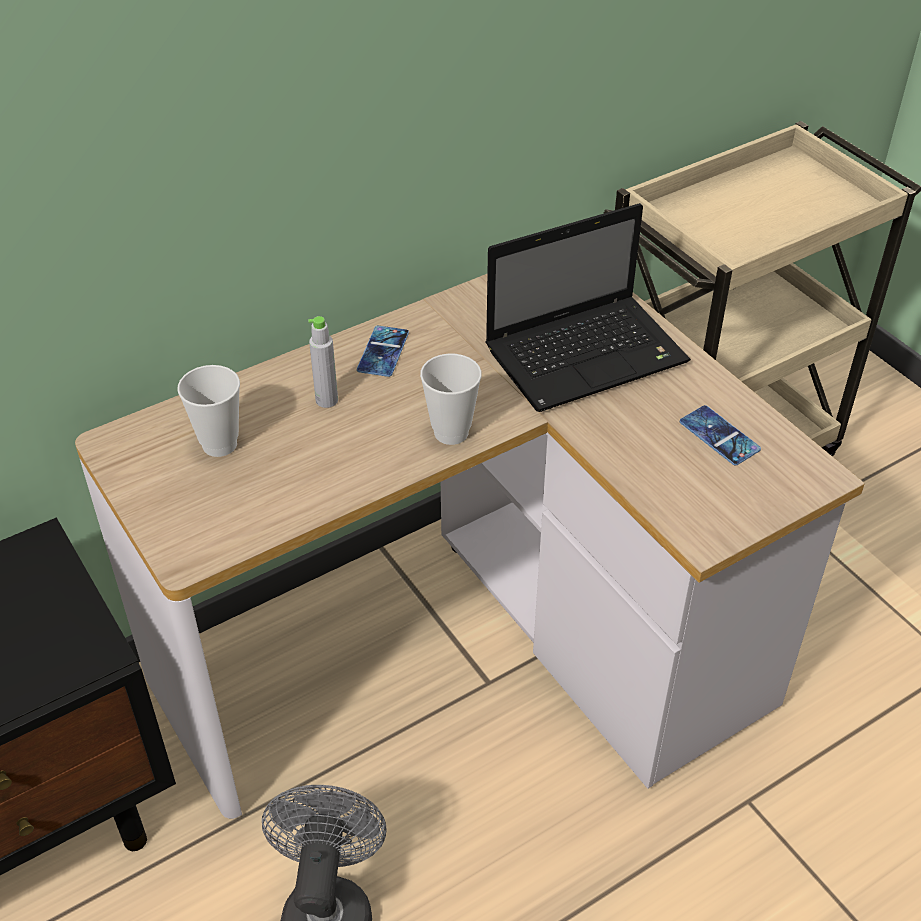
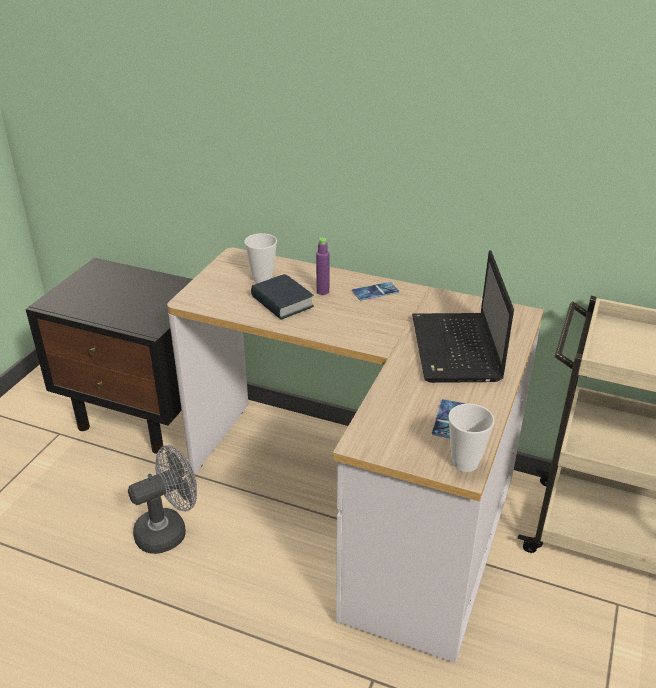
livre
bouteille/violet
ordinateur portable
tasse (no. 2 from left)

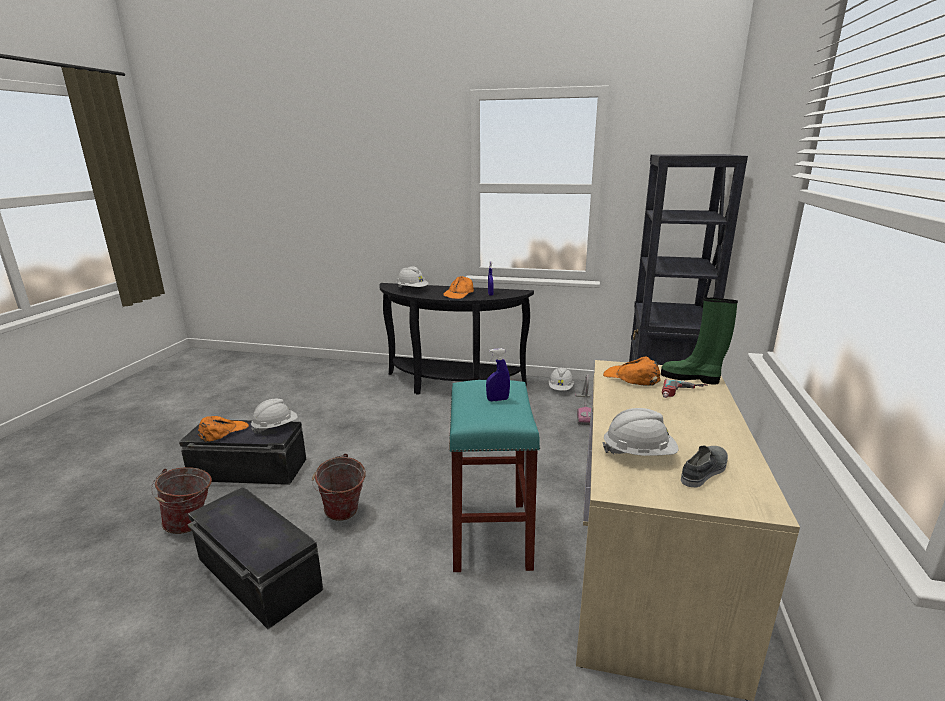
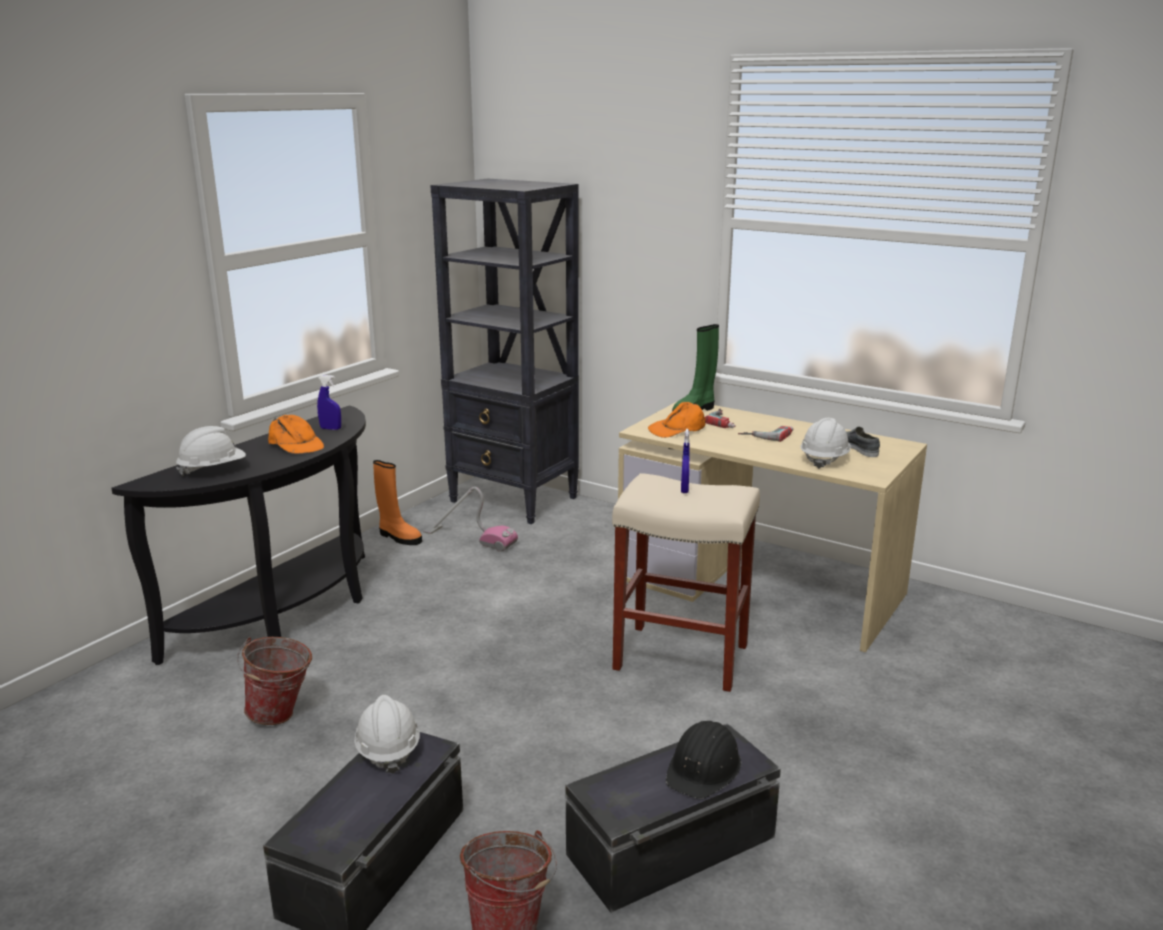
seau (no. 1 from left)
botte/orange
tabouret/beige
casque de chantier/noir
perceuse (no. 2 from left)
casquette/orange (no. 1 from left in the first image)

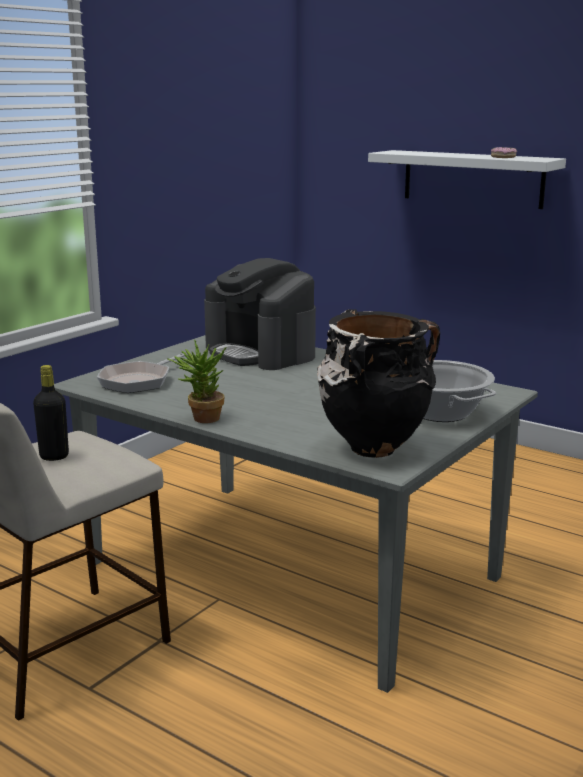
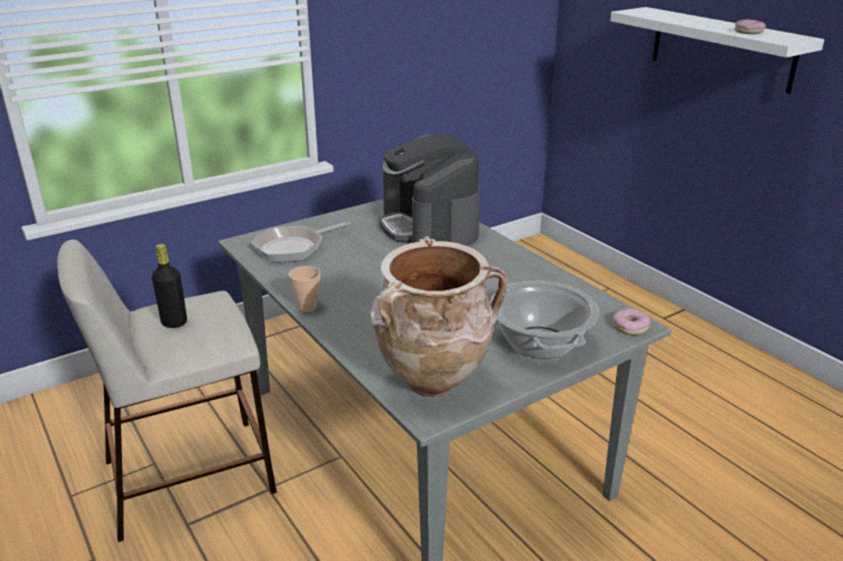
tasse
vase/beige
beignet (no. 1 from left)

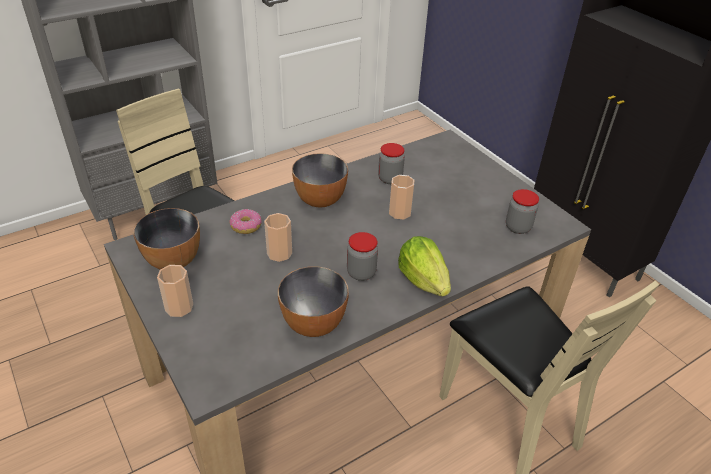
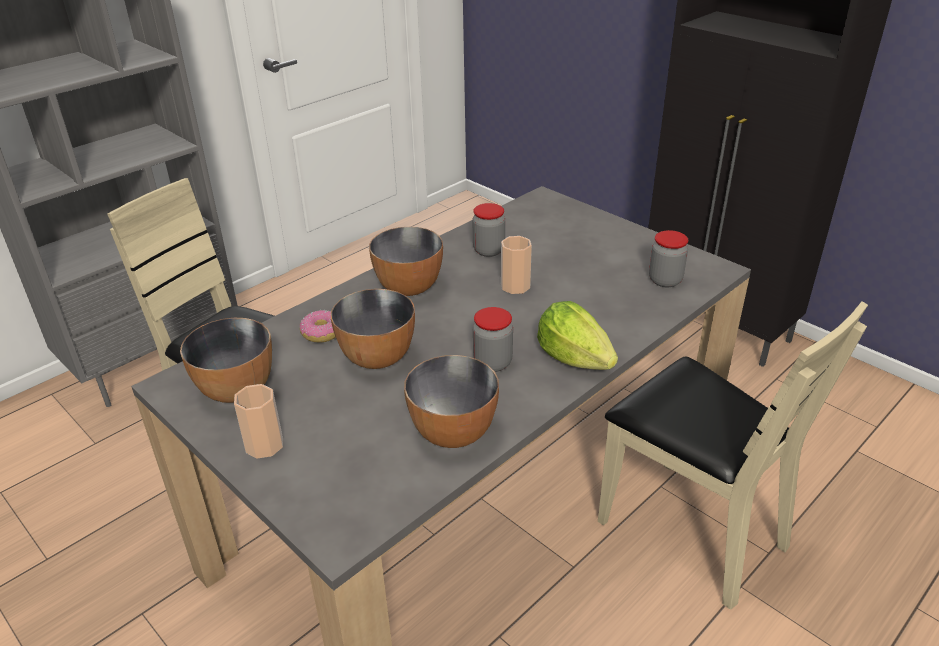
bol (no. 2 from left)

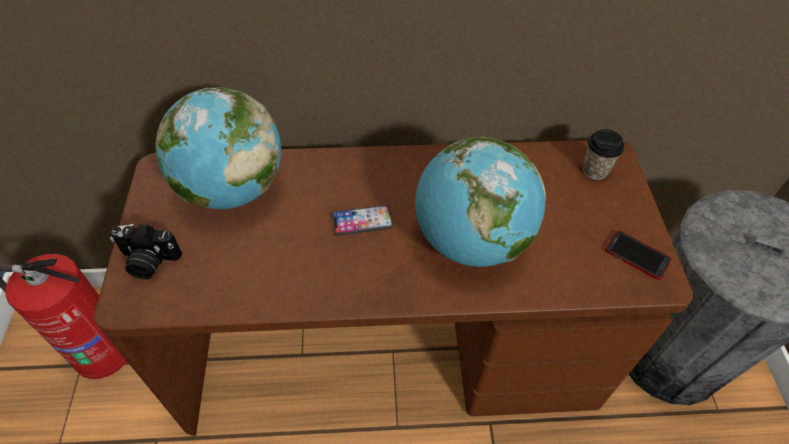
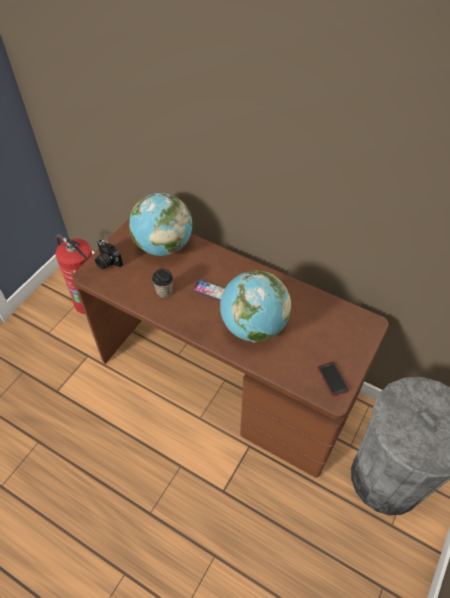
tasse

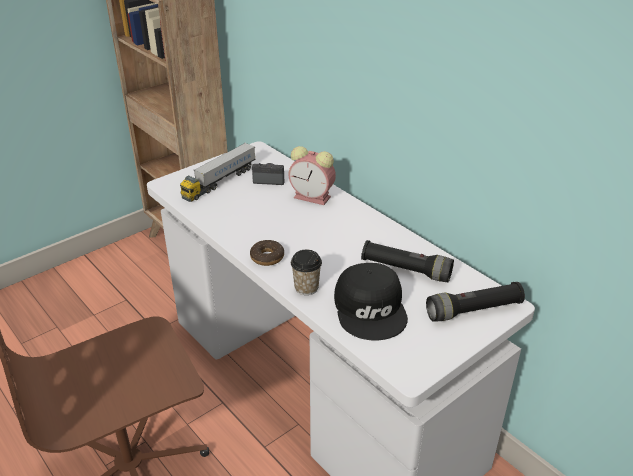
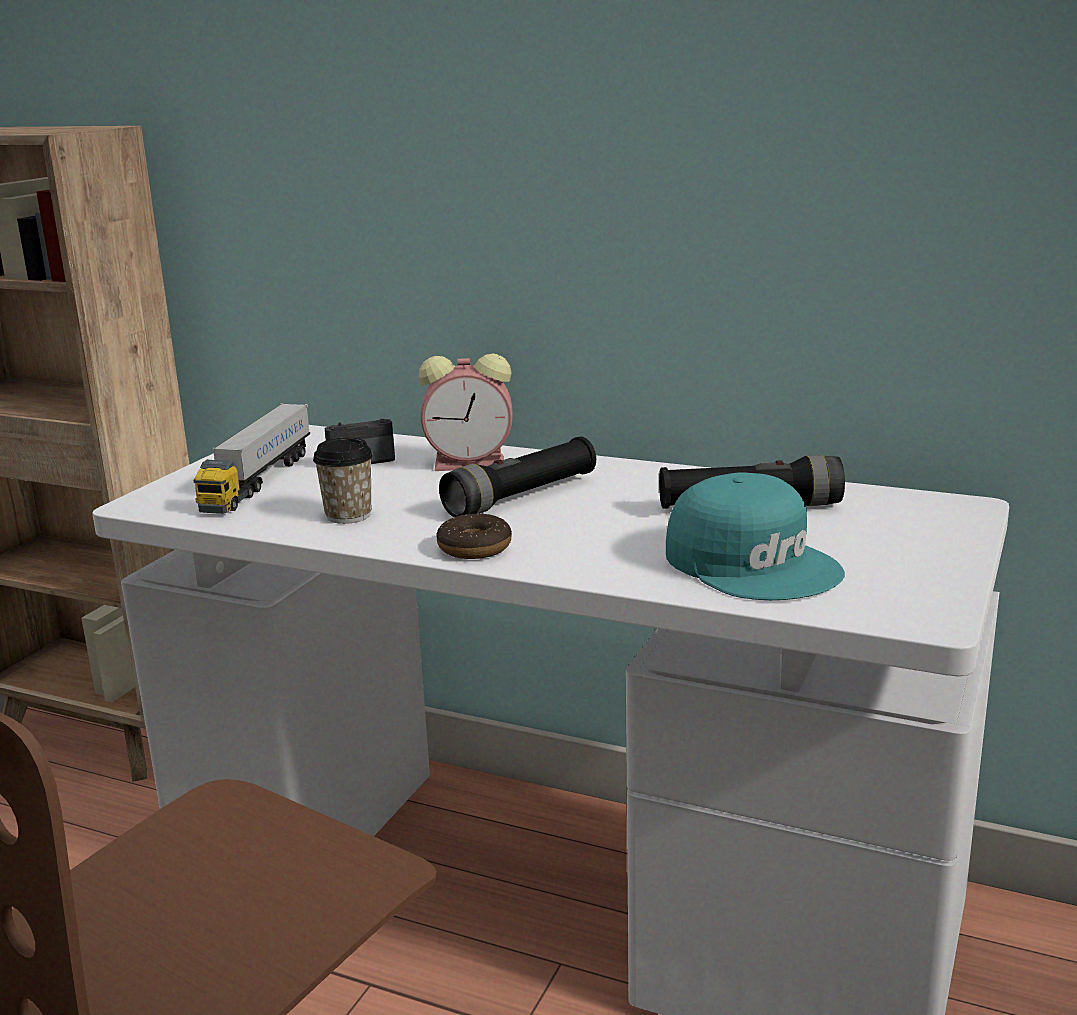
tasse
lampe de poche/noir (no. 1 from left)
casquette/turquoise

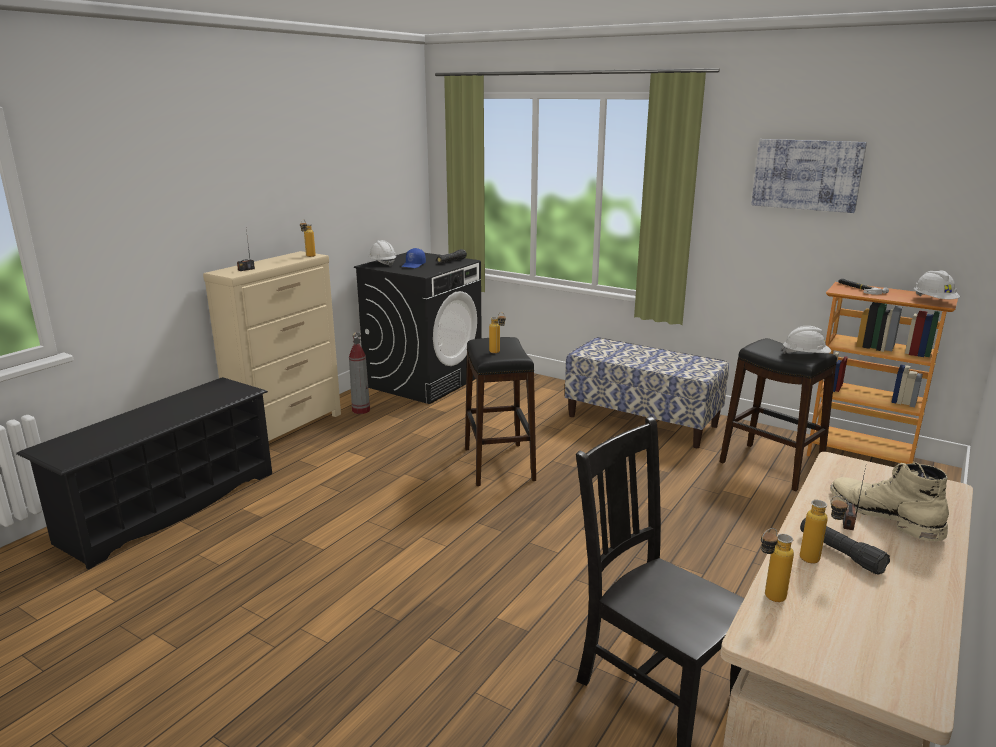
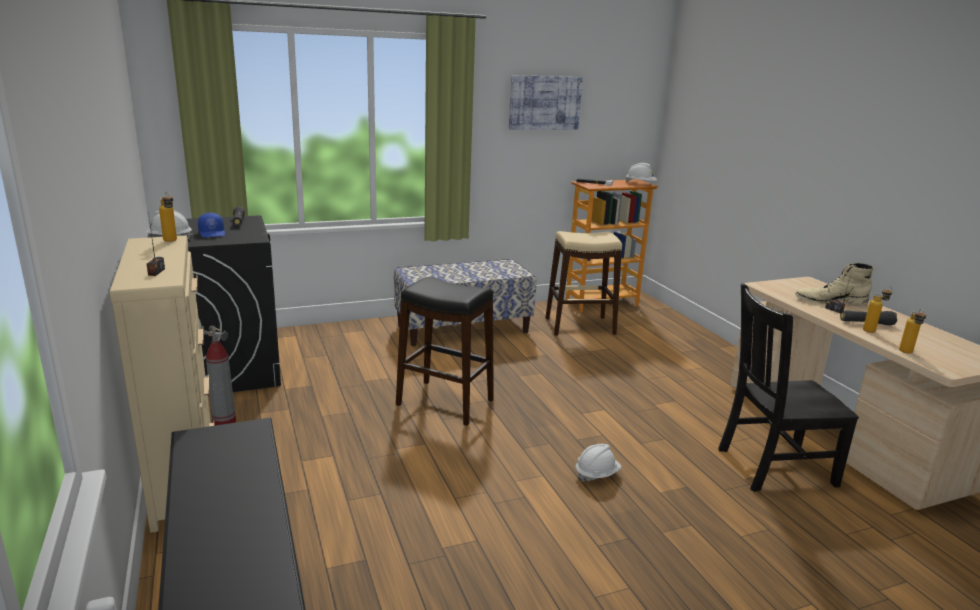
tabouret/beige
casque de chantier/blanc (no. 2 from left)
bouteille (no. 2 from left in the first image)

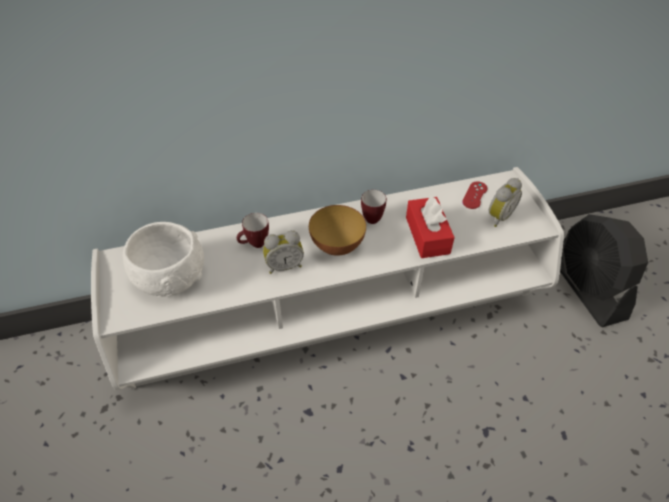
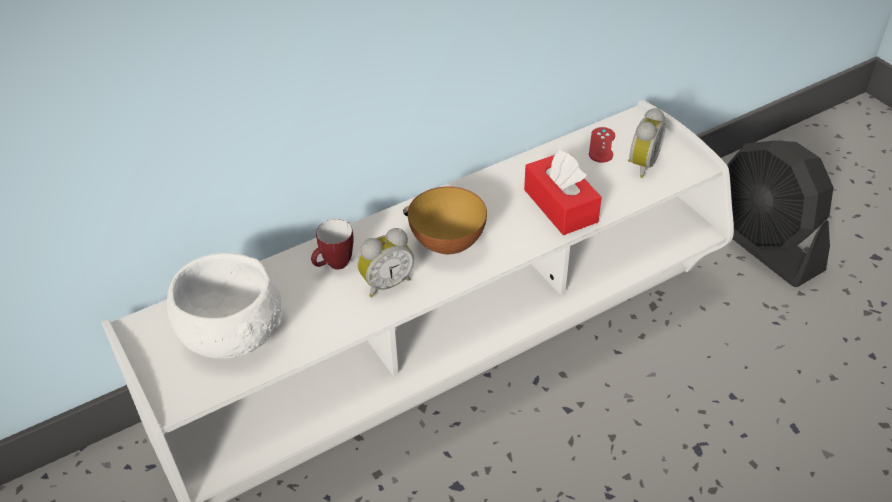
mug (no. 2 from left in the first image)

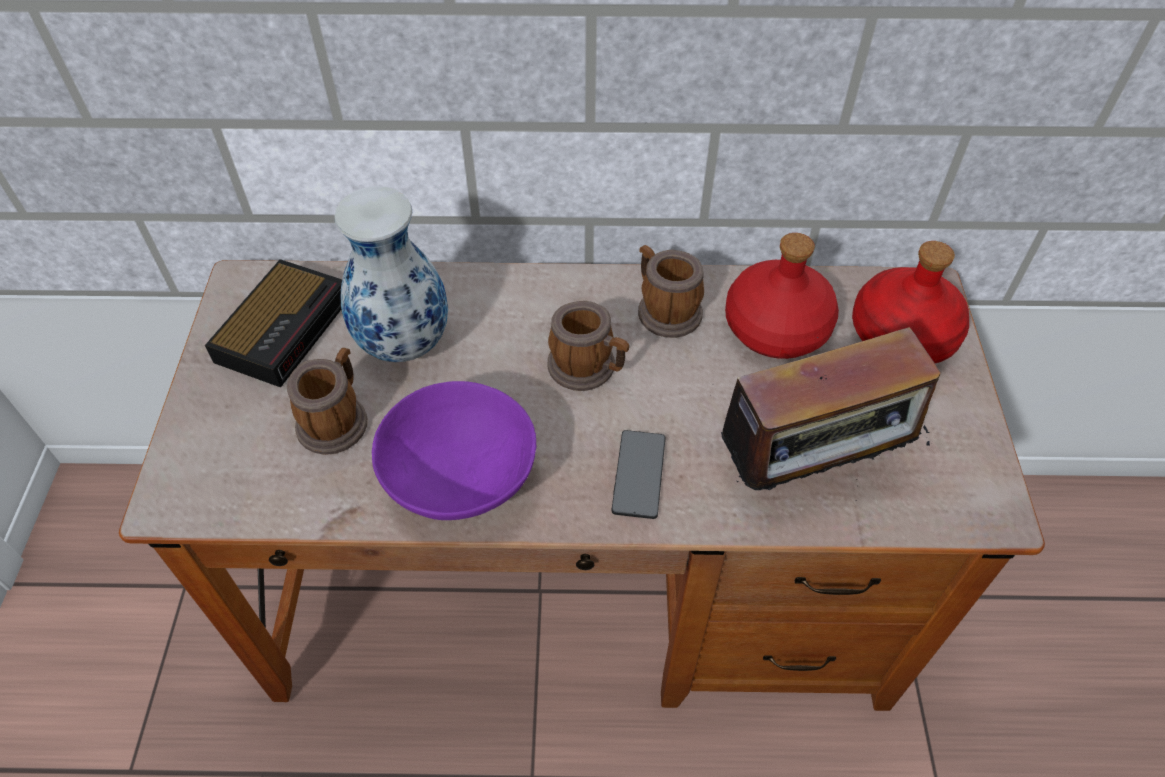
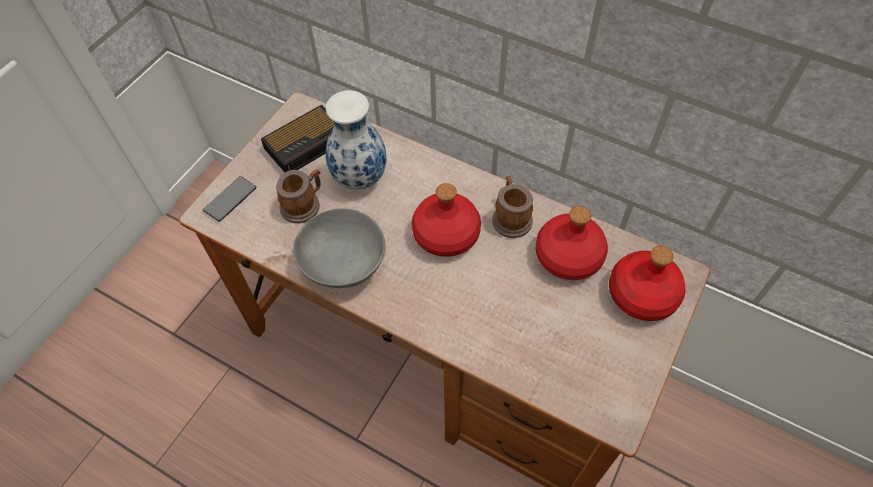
téléphone
bol/gris
bouteille/rouge (no. 1 from left)
radio

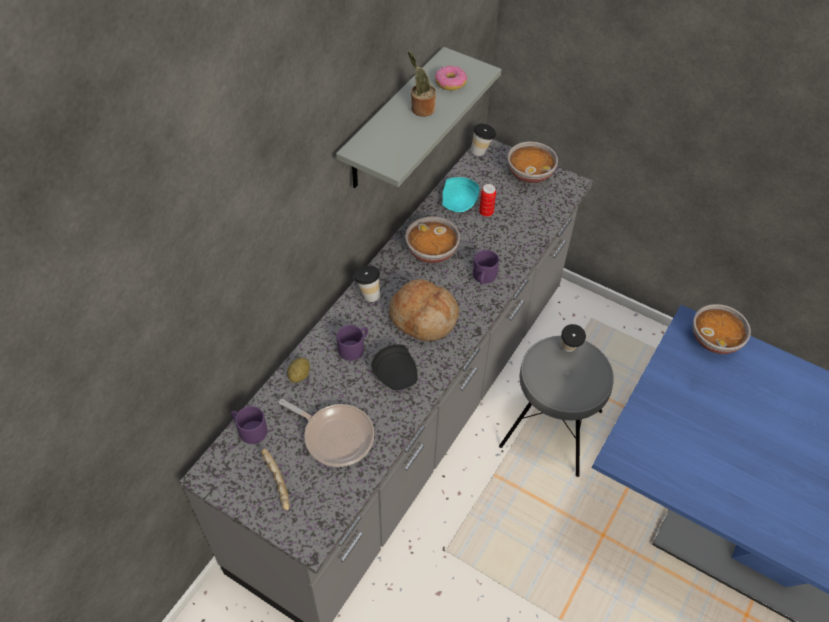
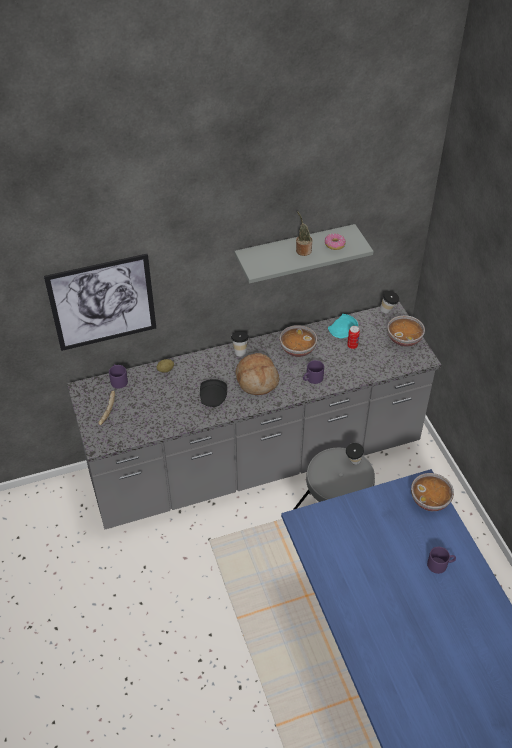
tableau
mug/violet (no. 3 from left)
poêle

